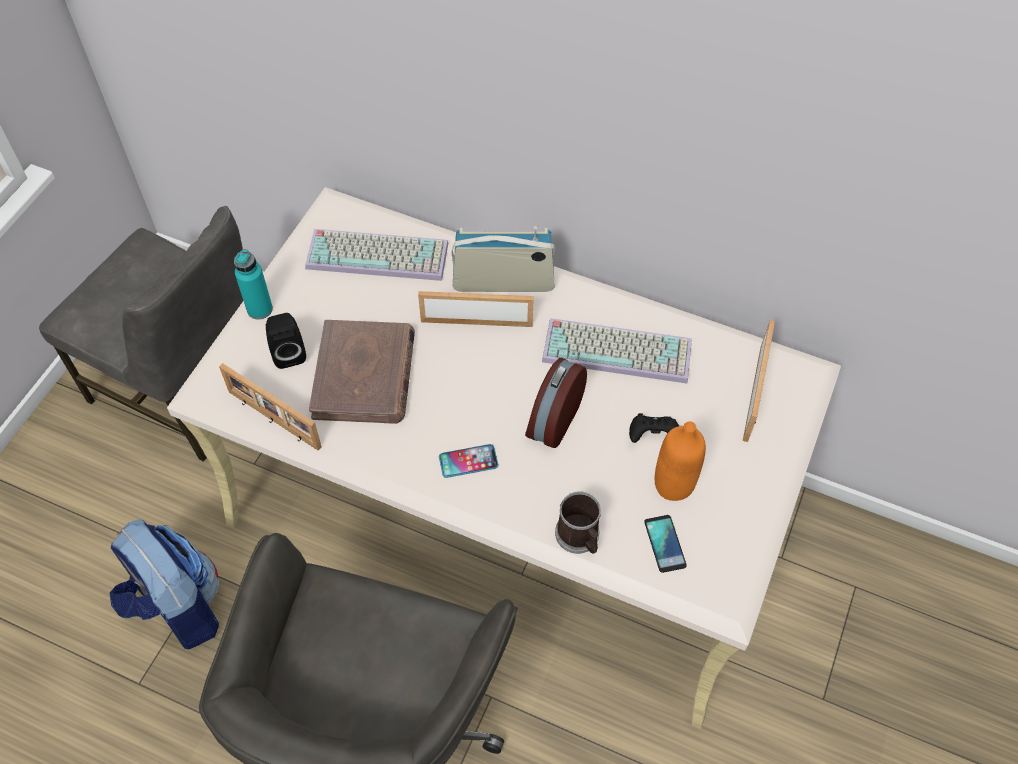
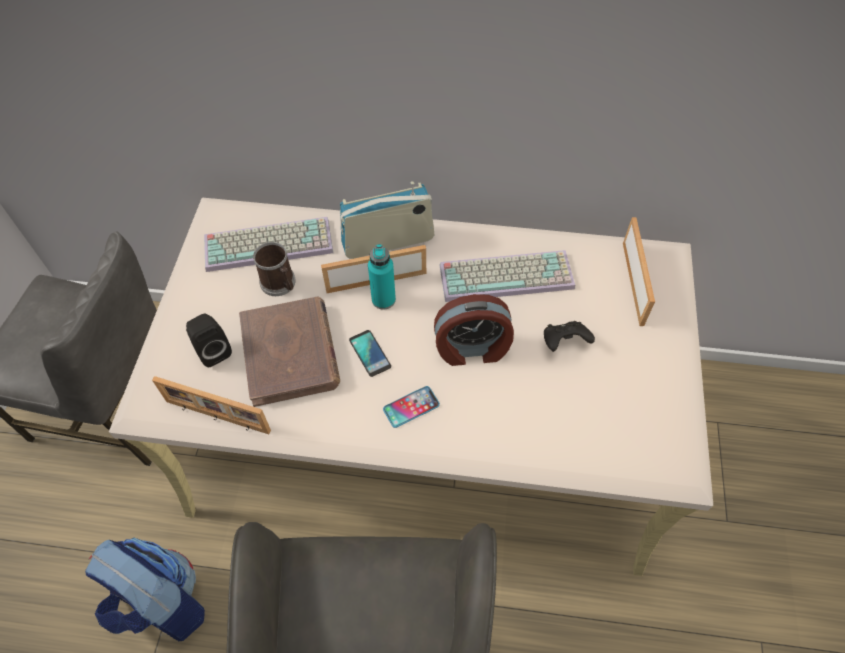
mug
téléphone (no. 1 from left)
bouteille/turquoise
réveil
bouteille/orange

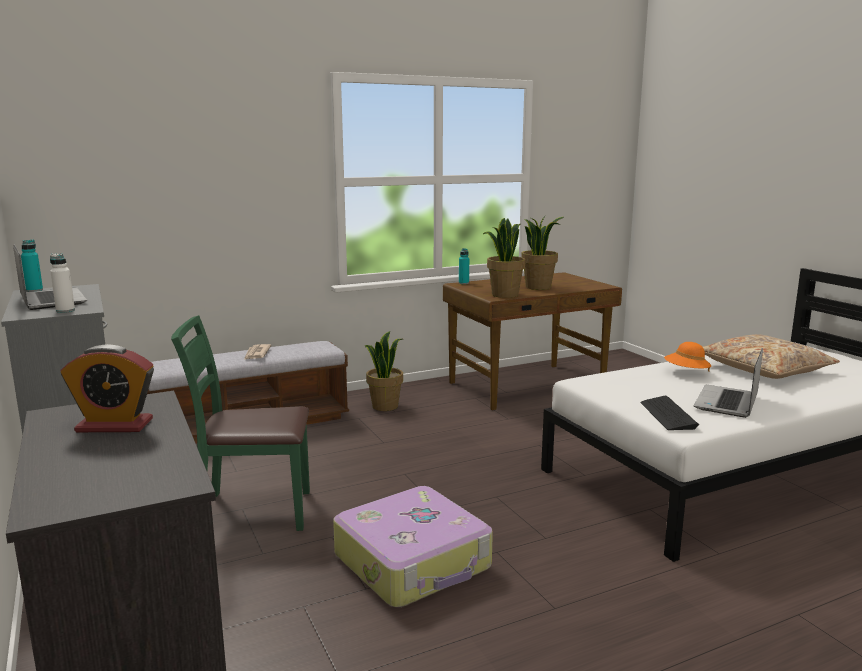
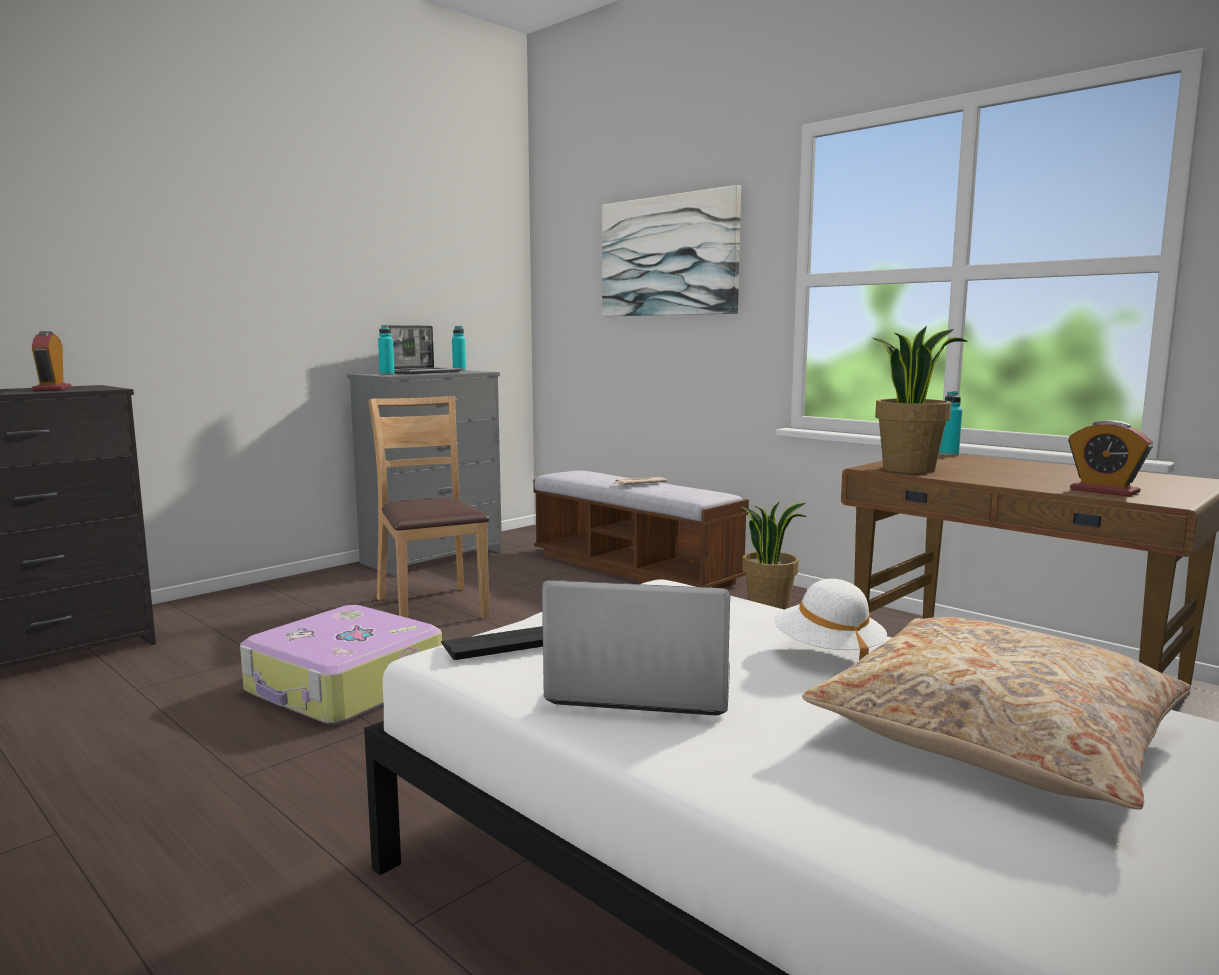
chaise/marron
bouteille/turquoise (no. 1 from left)
tableau
chapeau/blanc
réveil (no. 2 from left)
plante en pot (no. 3 from left in the first image)

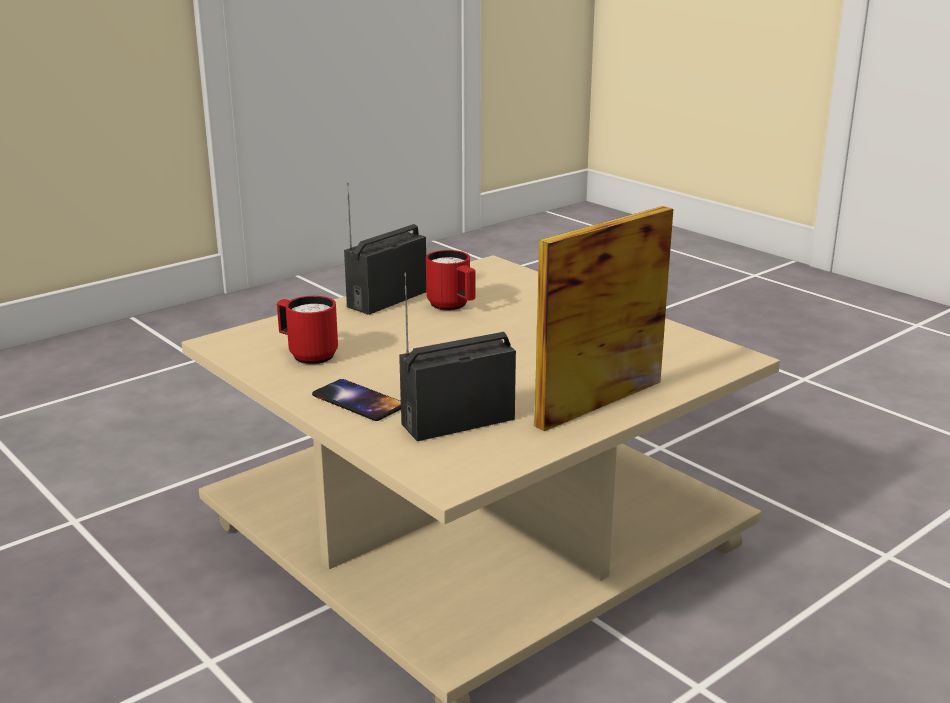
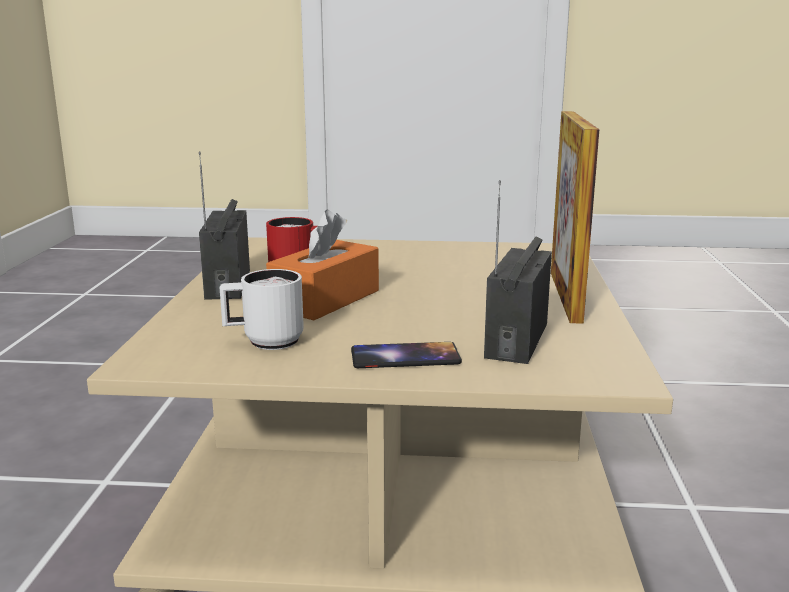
mug/blanc
boîte à mouchoirs/orange

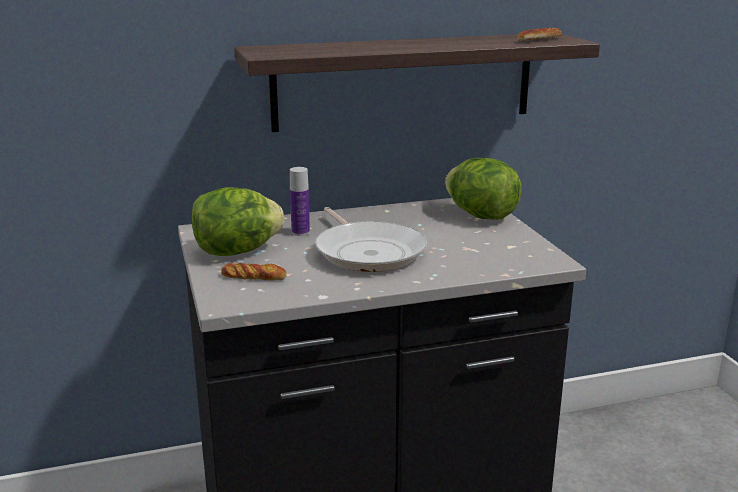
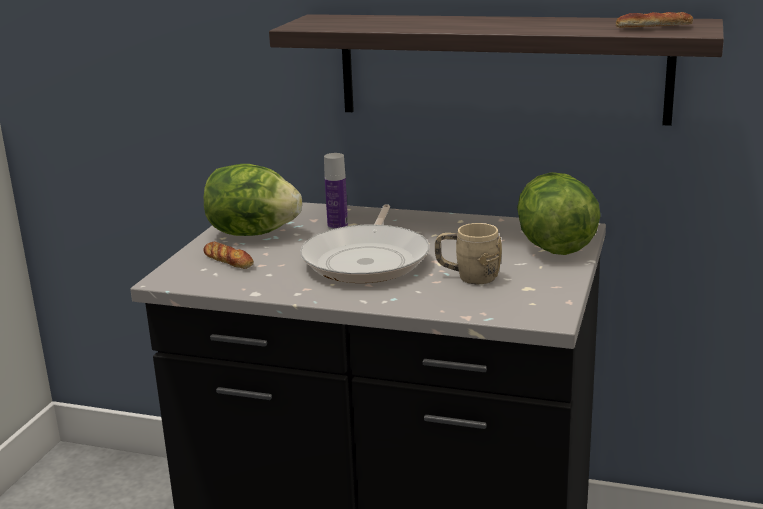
mug/beige

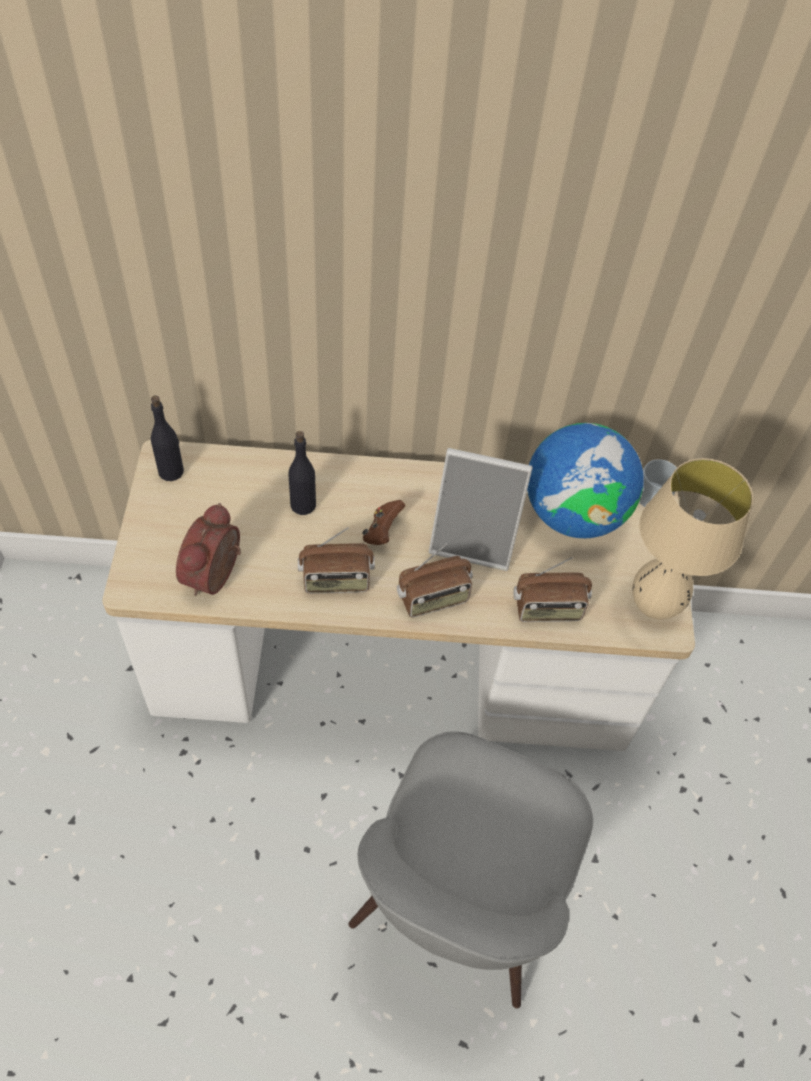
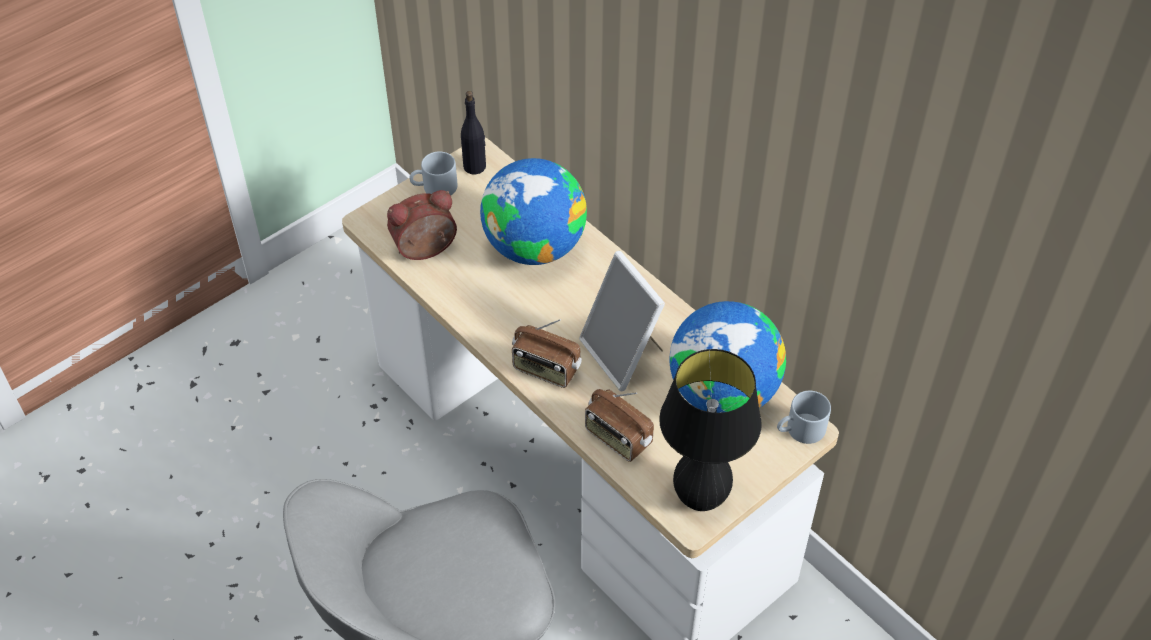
mug/gris (no. 1 from left)
globe (no. 1 from left)
lampe de table/noir
radio (no. 1 from left in the first image)
manette/marron

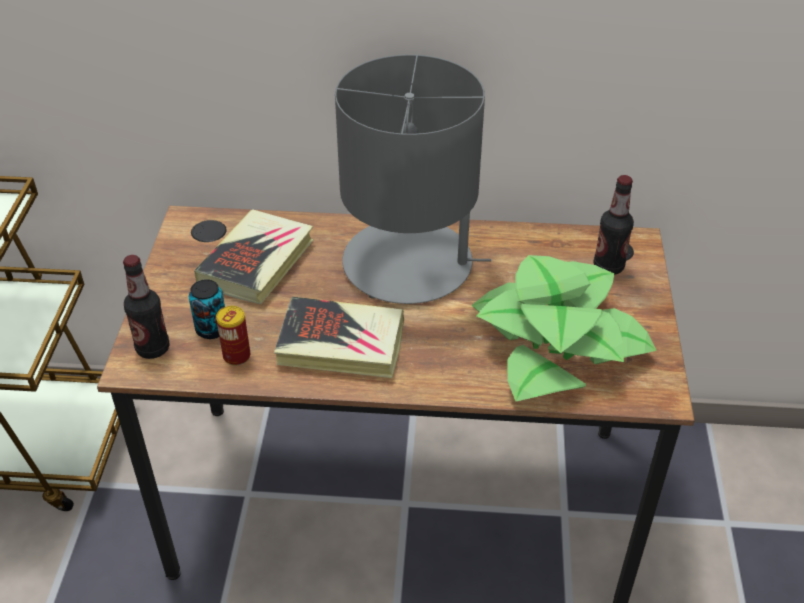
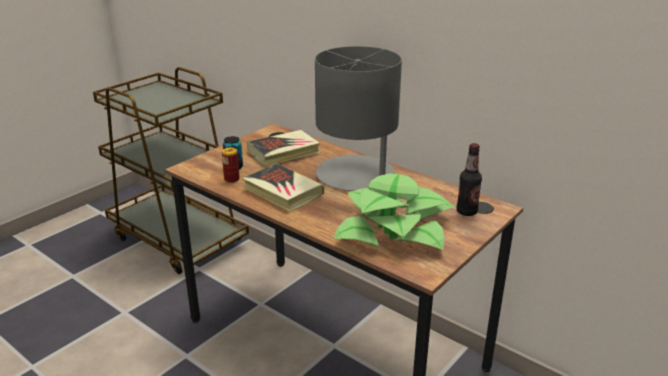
bouteille (no. 1 from left in the first image)

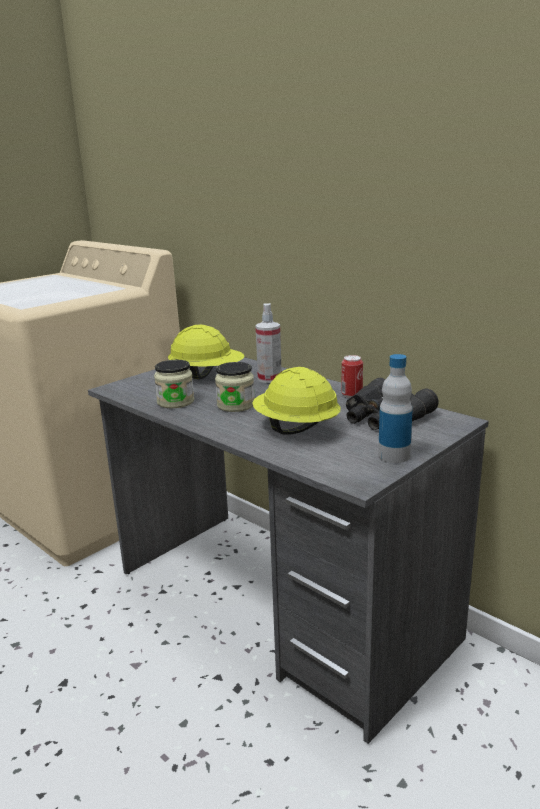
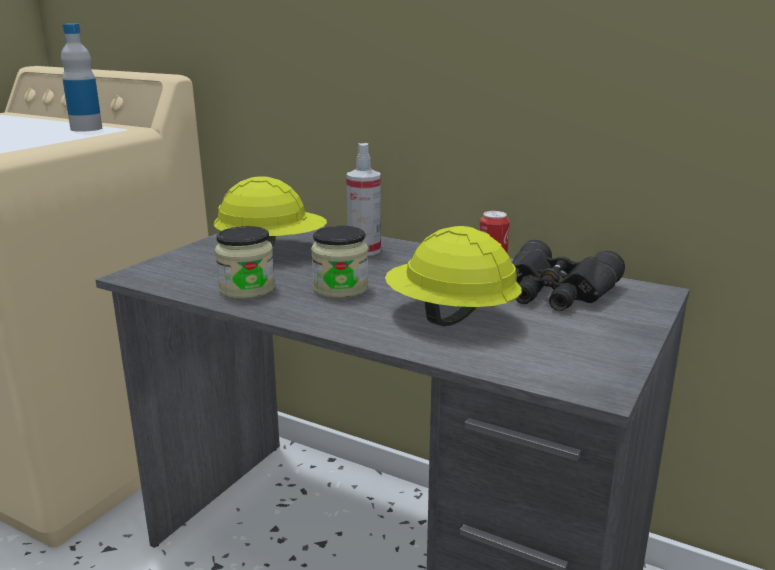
bouteille

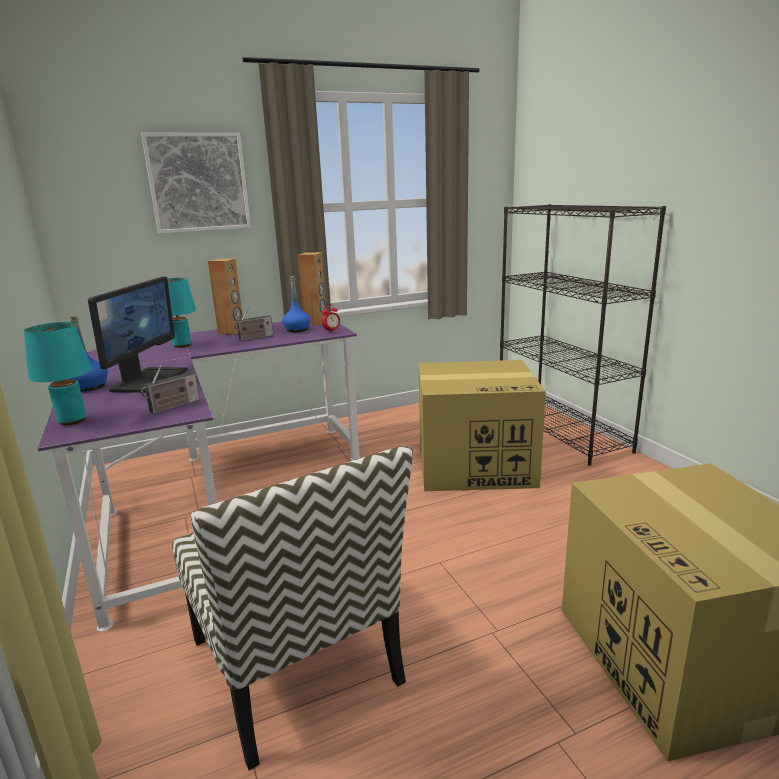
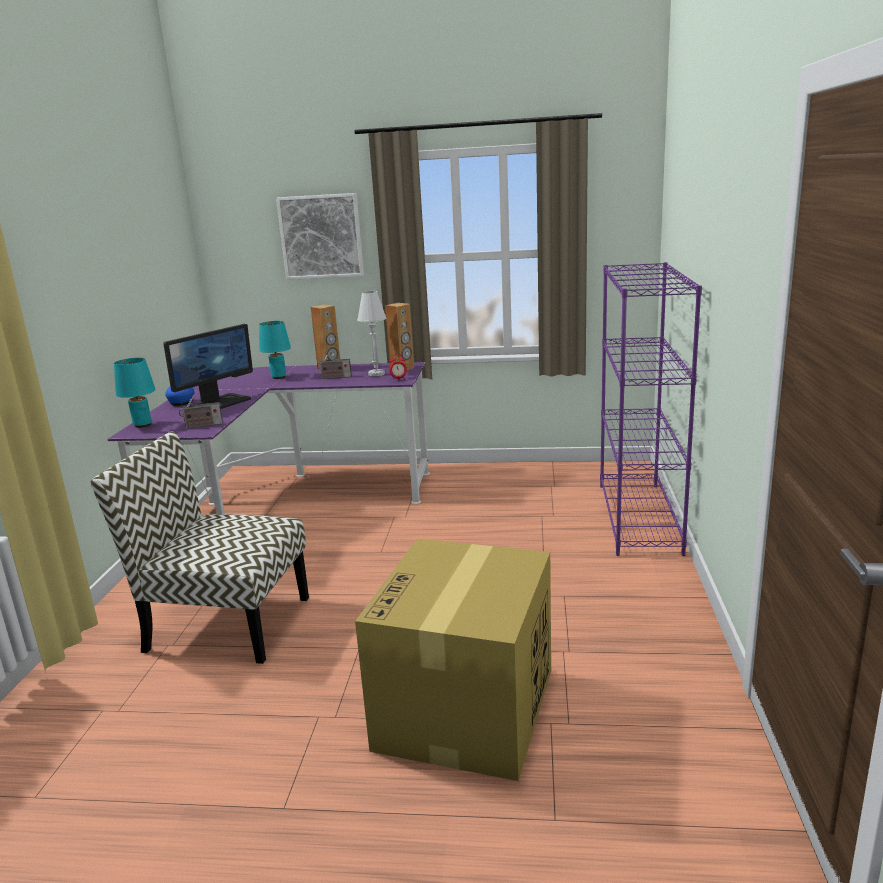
chaise
lampe de table/blanc
bibliothèque/violet
carton (no. 1 from left in the first image)

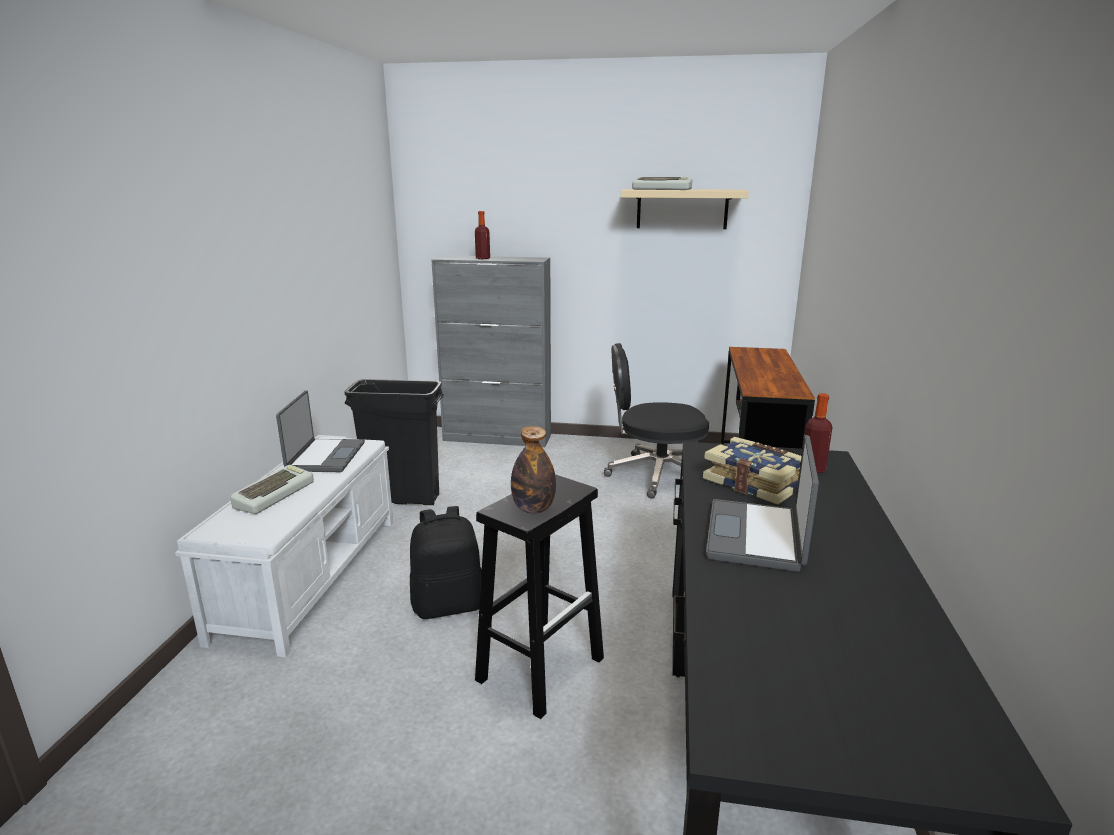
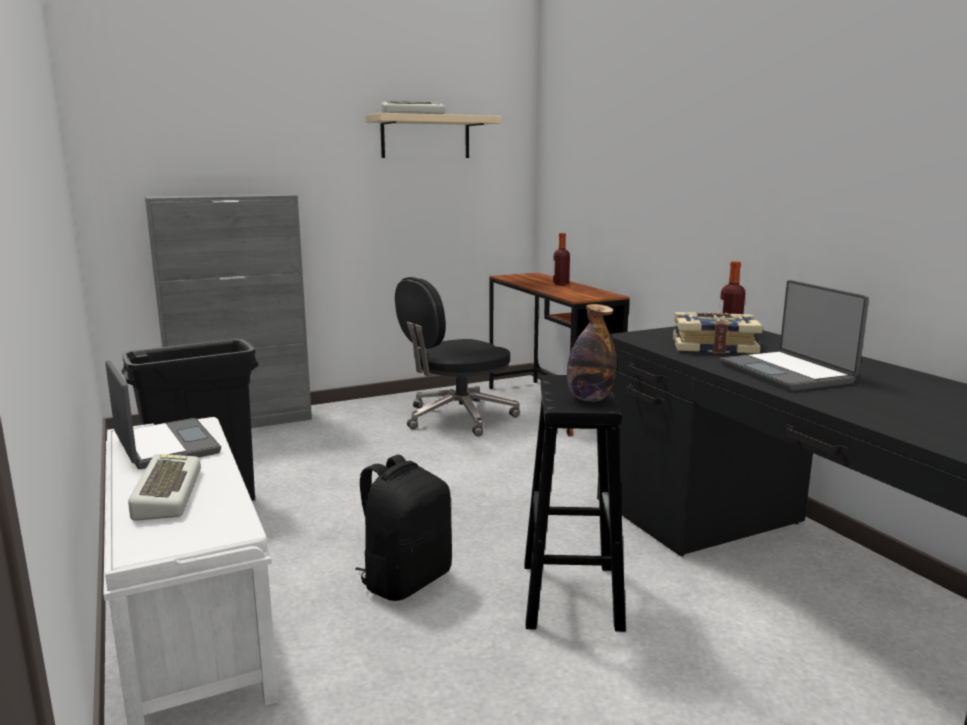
bouteille (no. 1 from left)

